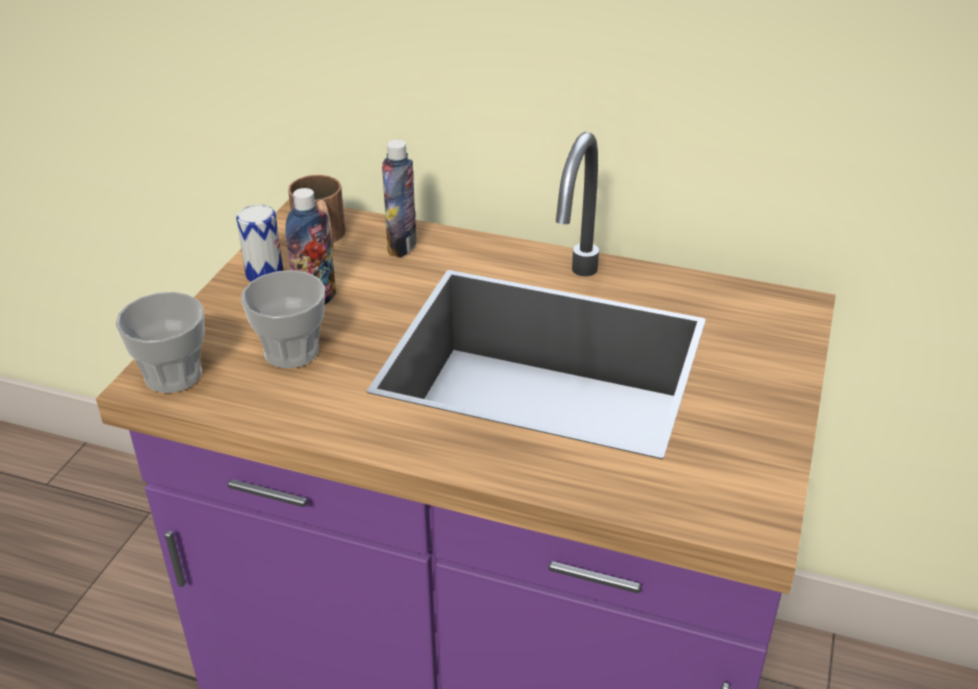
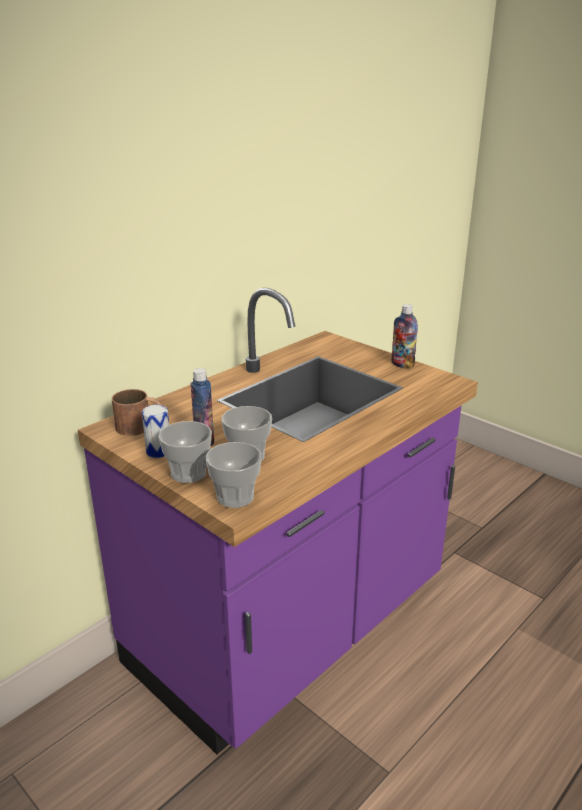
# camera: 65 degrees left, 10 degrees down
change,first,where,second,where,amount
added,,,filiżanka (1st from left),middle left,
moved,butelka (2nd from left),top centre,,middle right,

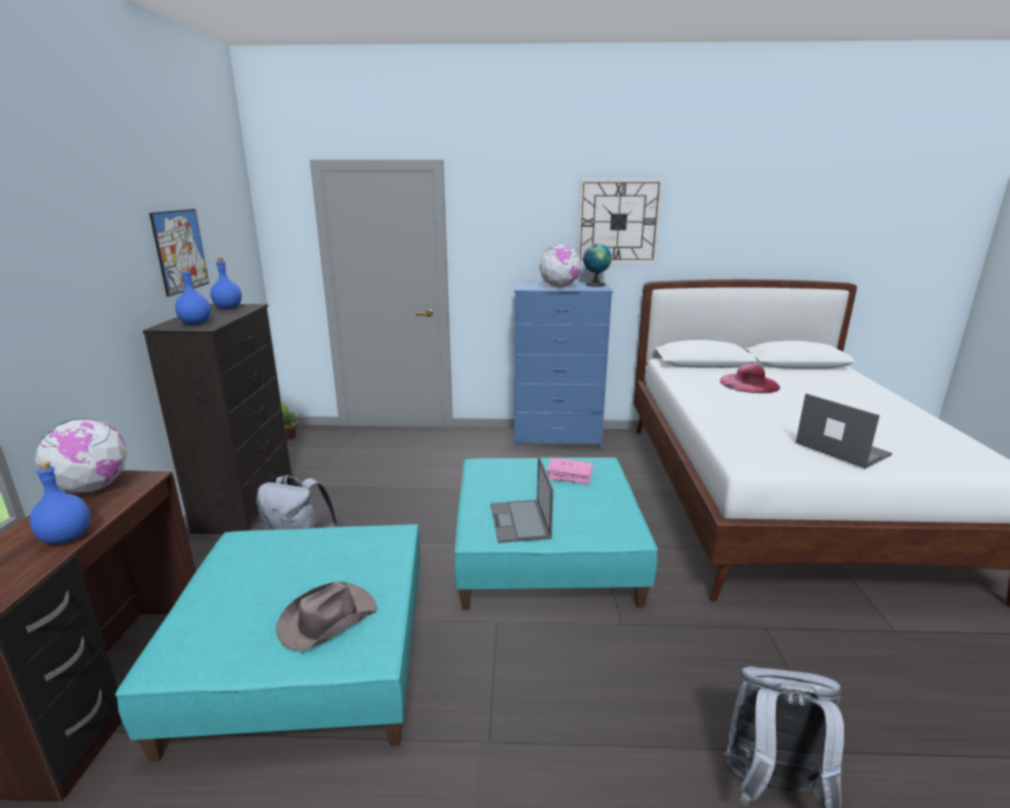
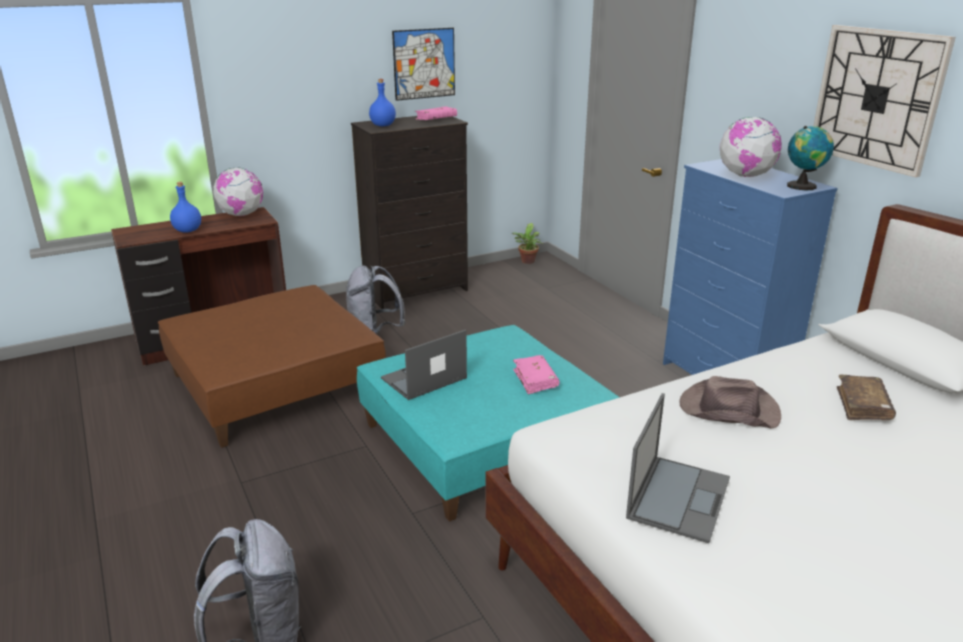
# camera: 60 degrees right, 5 degrees up
change,first,where,second,where,amount
moved,kapelusz (brązowy),bottom left,,middle right,
replaced,butelka (niebieski) (3rd from left),middle left,książka (różowy) (1st from left),top centre,
replaced,kapelusz (różowy),middle right,książka (brązowy),middle right,
recoloured,pufa (turkusowy) (1st from left),bottom left,pufa (brązowy),middle left,

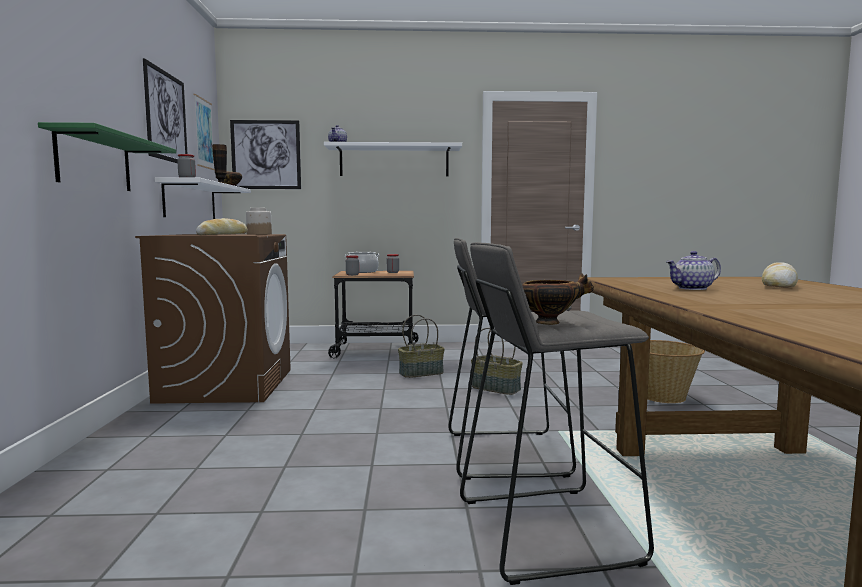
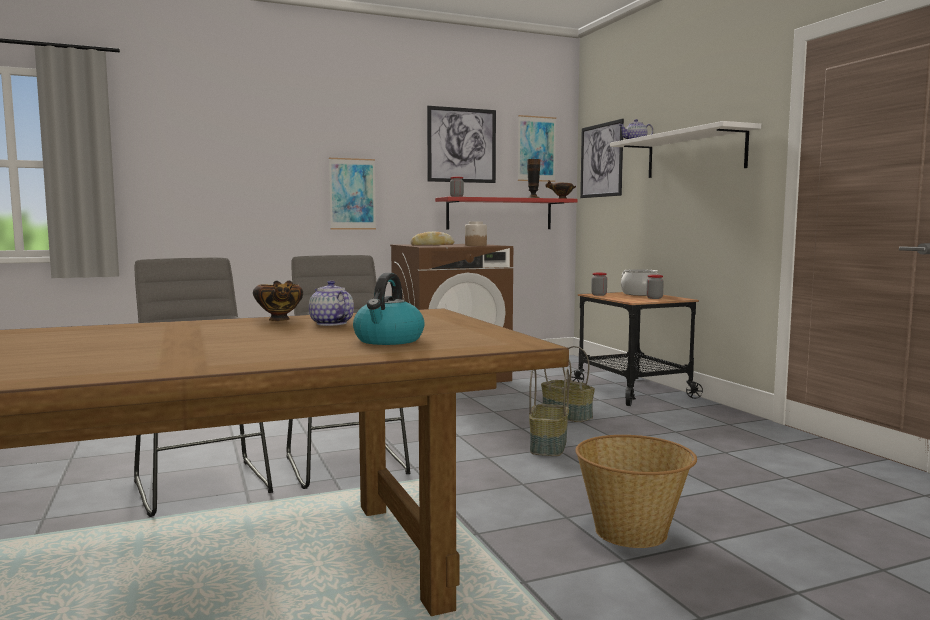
# camera: 70 degrees right, 0 degrees up
change,first,where,second,where,amount
moved,miska (2nd from left in the first image),centre,miska (1st from left),middle left,
replaced,półka (zielony),top left,obraz (1st from left),top centre,
replaced,chleb (2nd from left),middle right,czajnik,centre,
recoloured,półka (biały) (1st from left),middle left,półka (czerwony),centre,

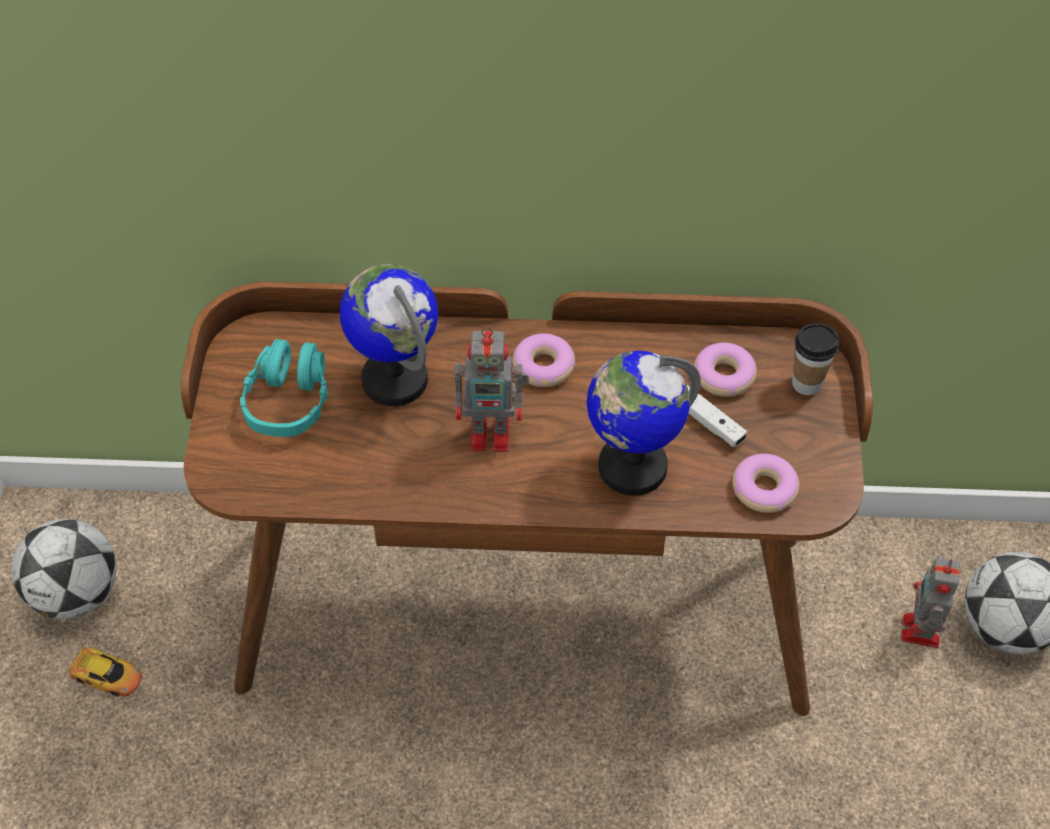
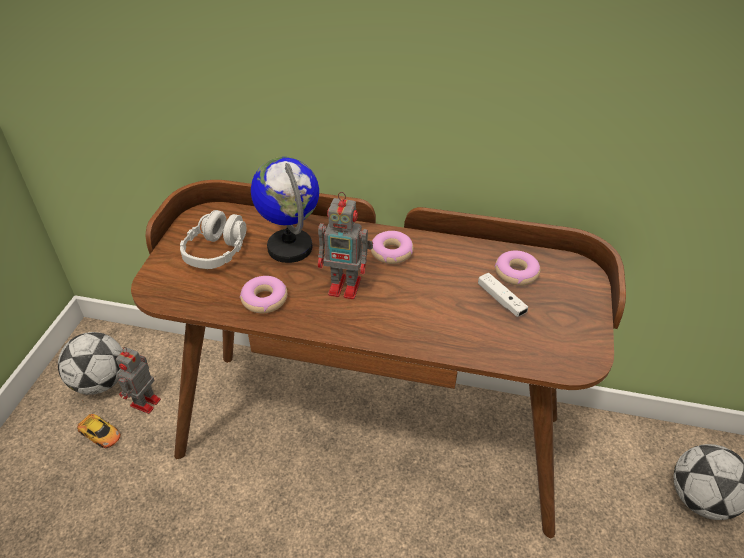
# camera: 10 degrees right, 10 degrees down
change,first,where,second,where,amount
removed,globus (2nd from left),centre,,,
removed,filiżanka,middle right,,,
moved,donut (3rd from left in the first image),middle right,donut (1st from left),centre,
moved,robot zabawkowy (2nd from left in the first image),bottom right,robot zabawkowy (1st from left),bottom left,
recoloured,słuchawki (turkusowy),middle left,słuchawki (szary),middle left,

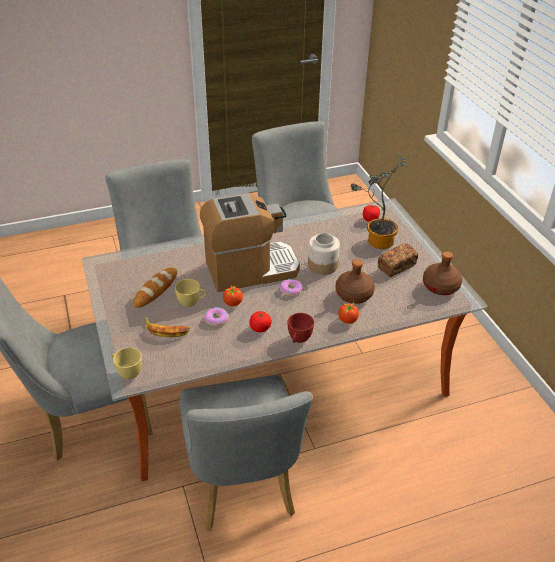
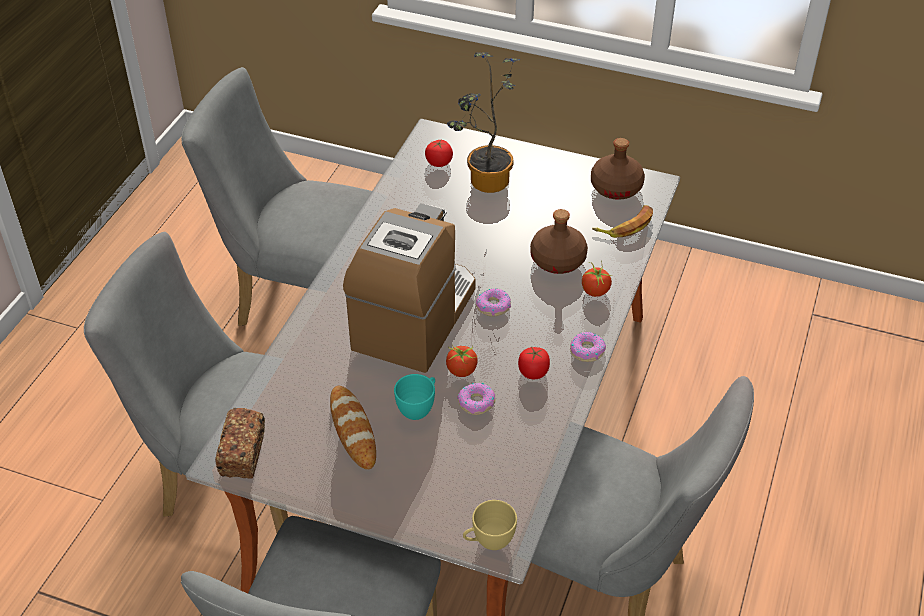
# camera: 50 degrees left, 5 degrees up
change,first,where,second,where,amount
removed,słoik,centre,,,
moved,banan,middle left,,middle right,
moved,chleb (2nd from left in the first image),middle right,chleb (1st from left),bottom left,
replaced,filiżanka (czerwony),centre,donut (3rd from left),centre,
recoloured,filiżanka (żółty) (2nd from left),centre,filiżanka (turkusowy),centre,

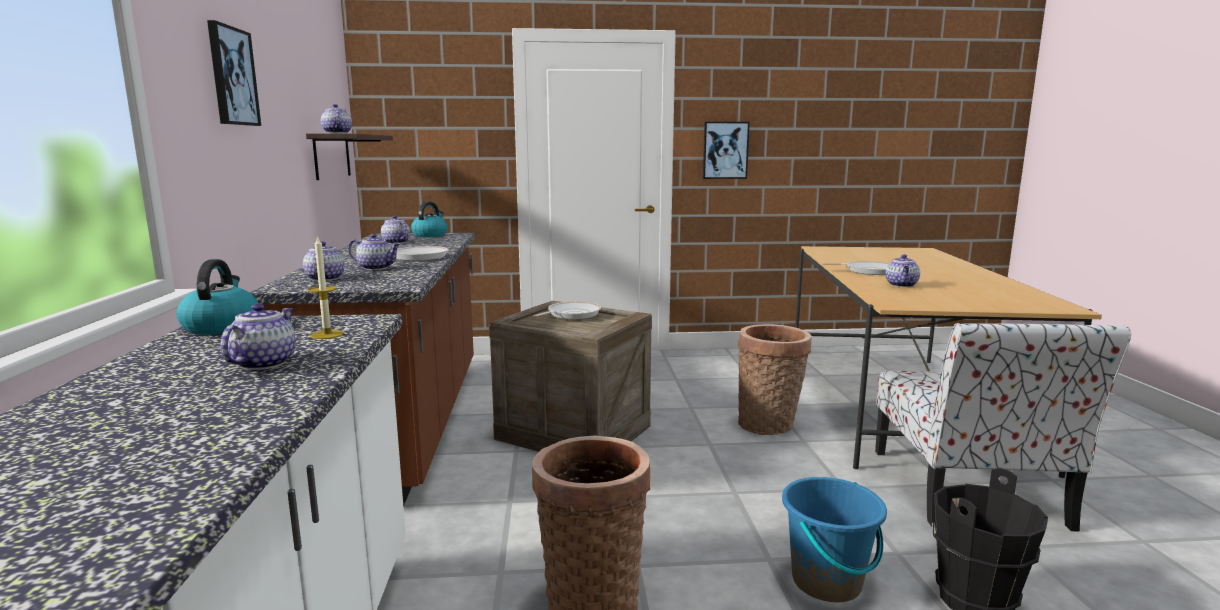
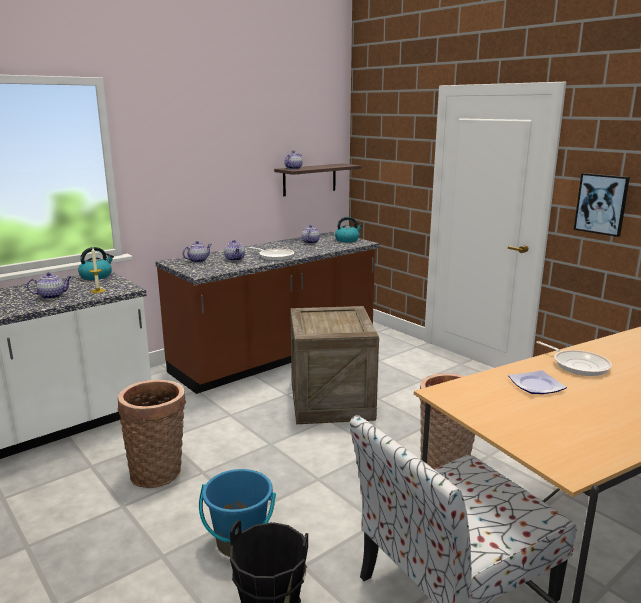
# camera: 55 degrees right, 5 degrees up
change,first,where,second,where,amount
removed,obraz (1st from left),top left,,,
removed,patelnia (2nd from left),centre,,,
replaced,imbryk (6th from left),middle right,talerz,middle right,

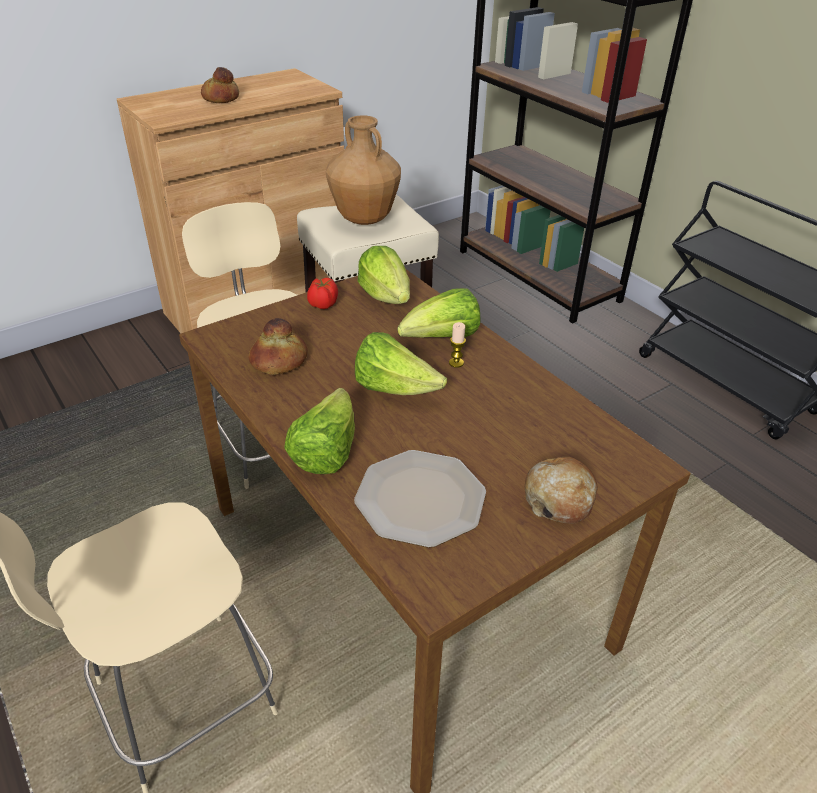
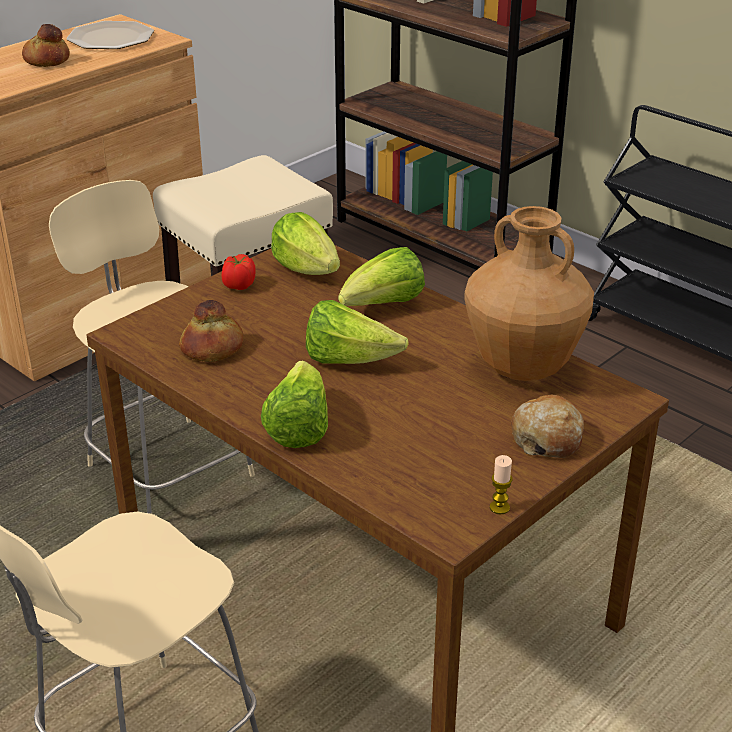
# camera: 10 degrees left, 5 degrees down
change,first,where,second,where,amount
moved,wazon (brązowy),top centre,,middle right,
moved,talerz,centre,,top left,
moved,świeca,centre,,middle right,

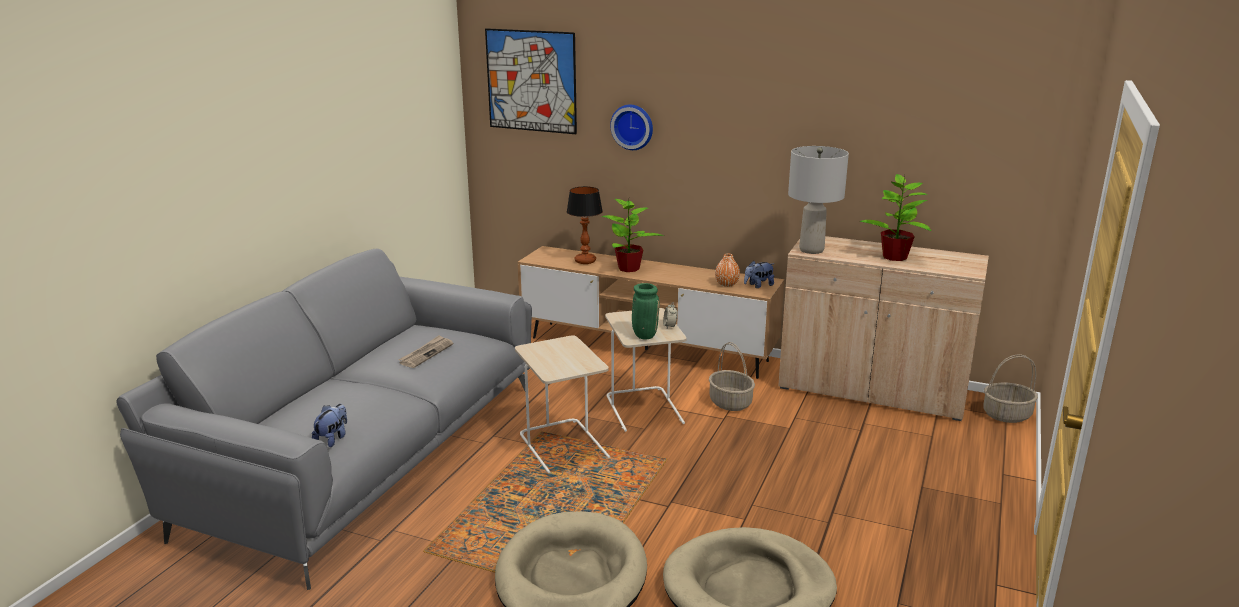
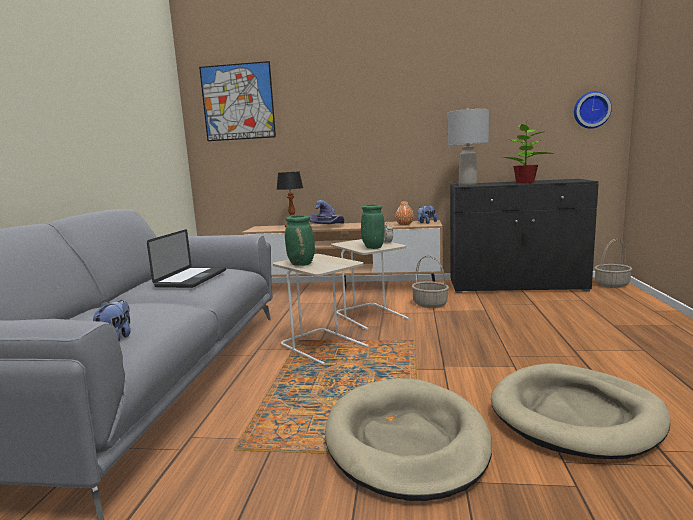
# camera: 15 degrees left, 10 degrees down
change,first,where,second,where,amount
added,,,wazon (zielony) (1st from left),centre,
moved,zegar ścienny,top centre,,top right,
replaced,gazeta,centre,laptop,middle left,
replaced,roślina doniczkowa (1st from left),centre,kapelusz (fioletowy),centre,
recoloured,szafka (beżowy),middle right,szafka (czarny),middle right,

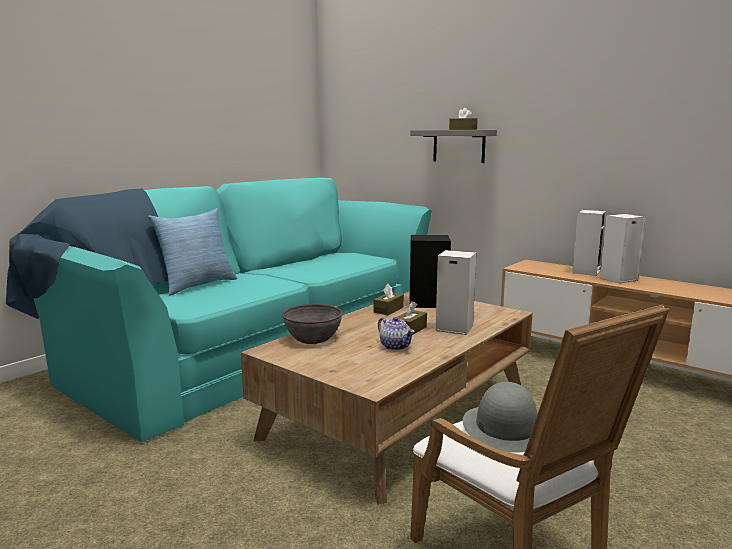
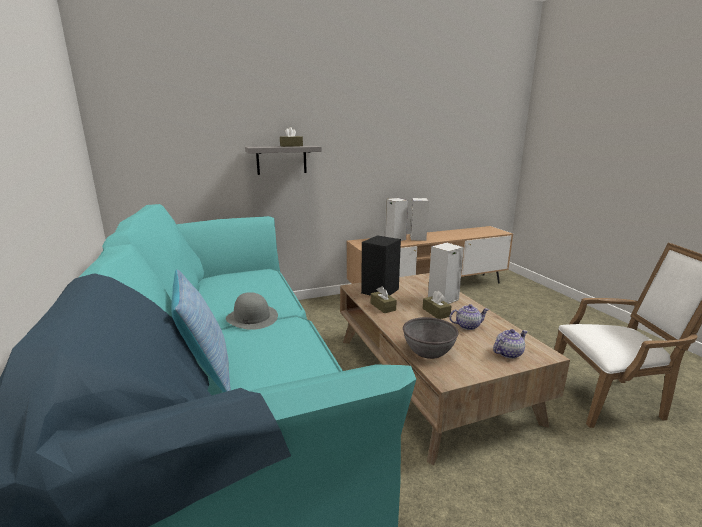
# camera: 60 degrees left, 5 degrees up
change,first,where,second,where,amount
added,,,imbryk (2nd from left),middle right,
moved,kapelusz (szary),bottom right,,centre,

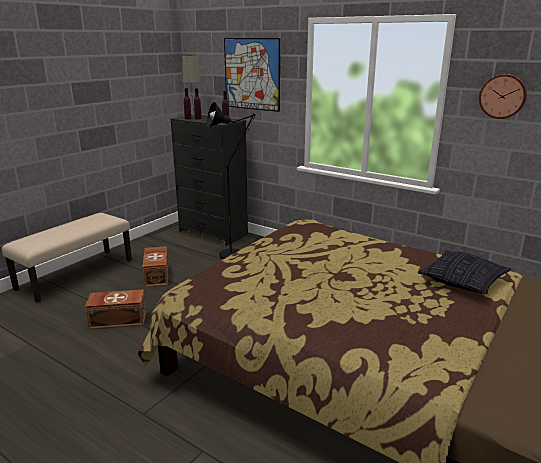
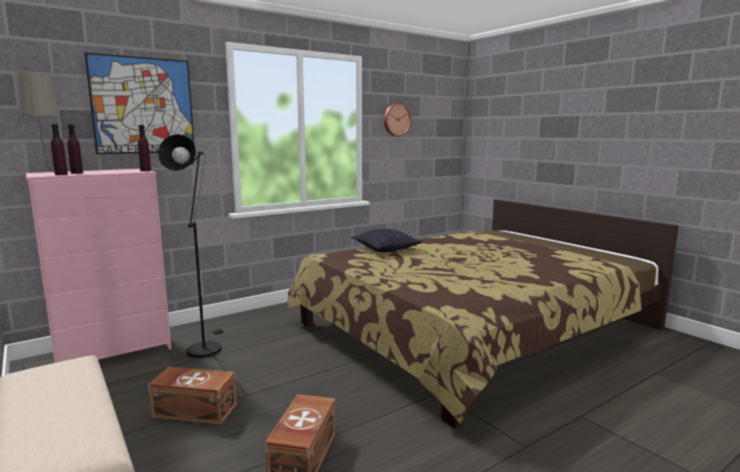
# camera: 70 degrees left, 10 degrees down
change,first,where,second,where,amount
moved,poduszka,middle right,,centre,
recoloured,komoda (czarny),centre,komoda (różowy),middle left,

